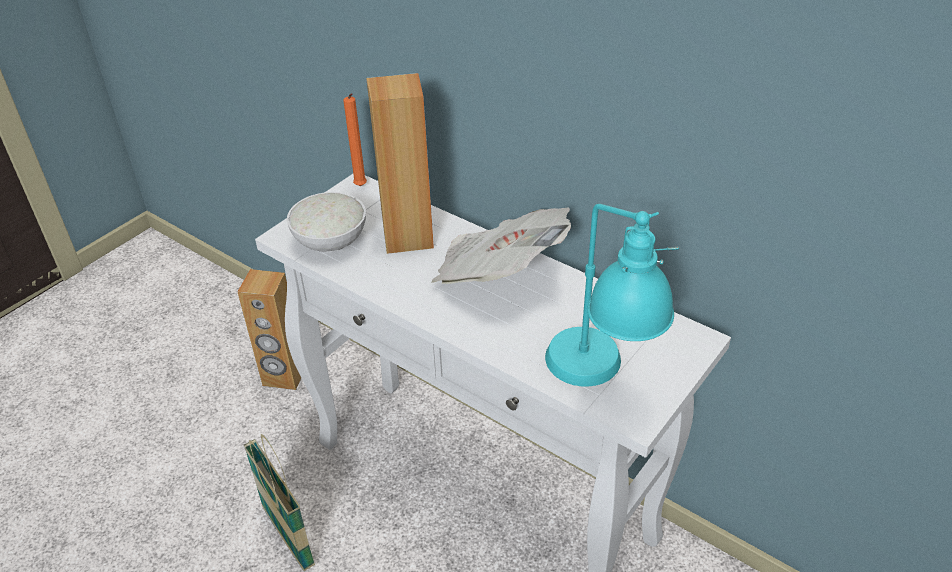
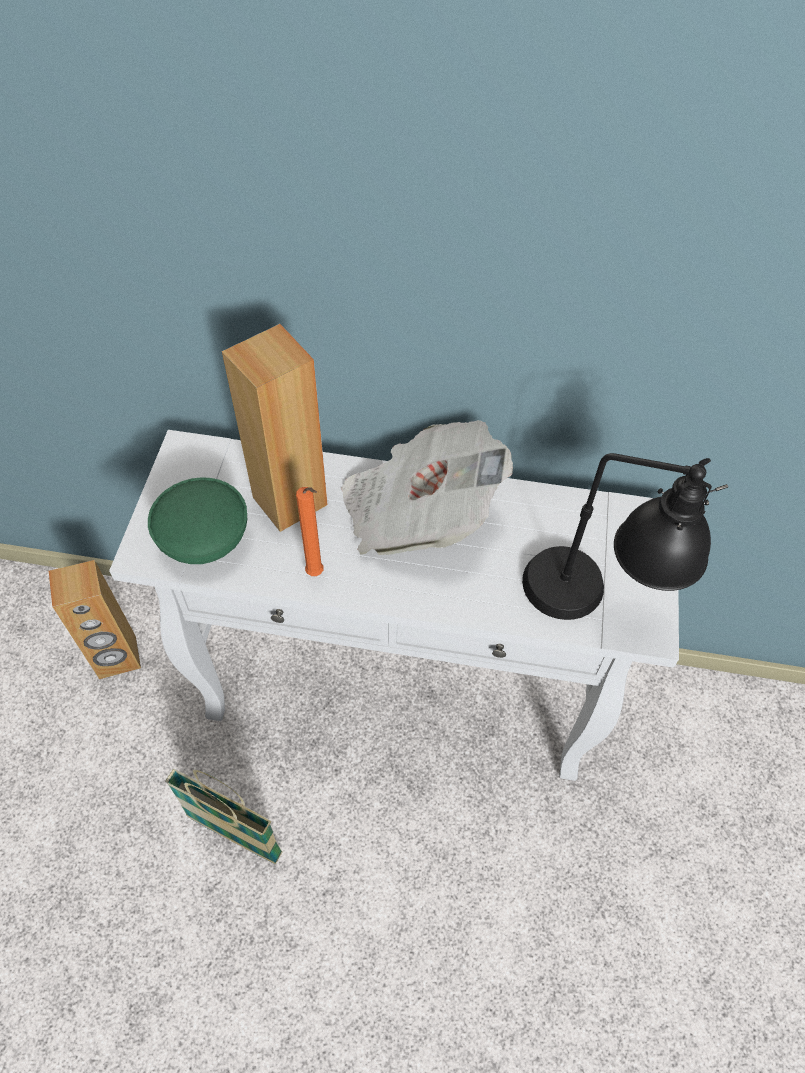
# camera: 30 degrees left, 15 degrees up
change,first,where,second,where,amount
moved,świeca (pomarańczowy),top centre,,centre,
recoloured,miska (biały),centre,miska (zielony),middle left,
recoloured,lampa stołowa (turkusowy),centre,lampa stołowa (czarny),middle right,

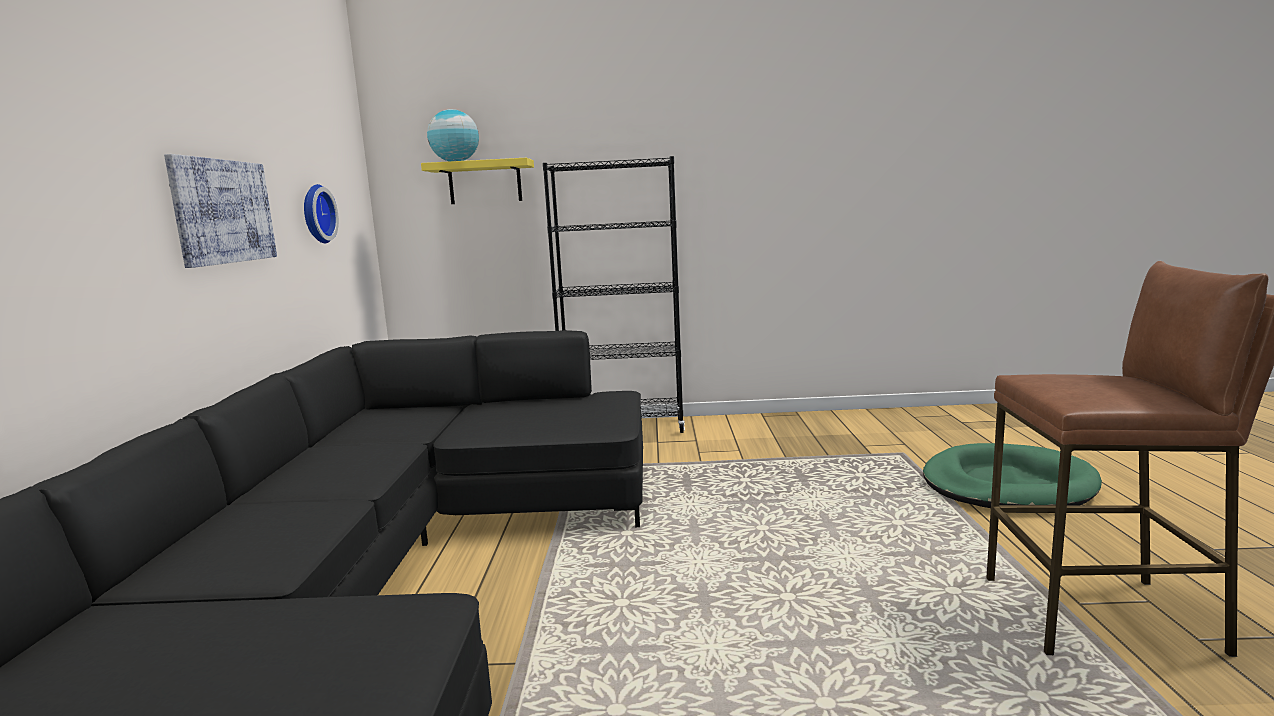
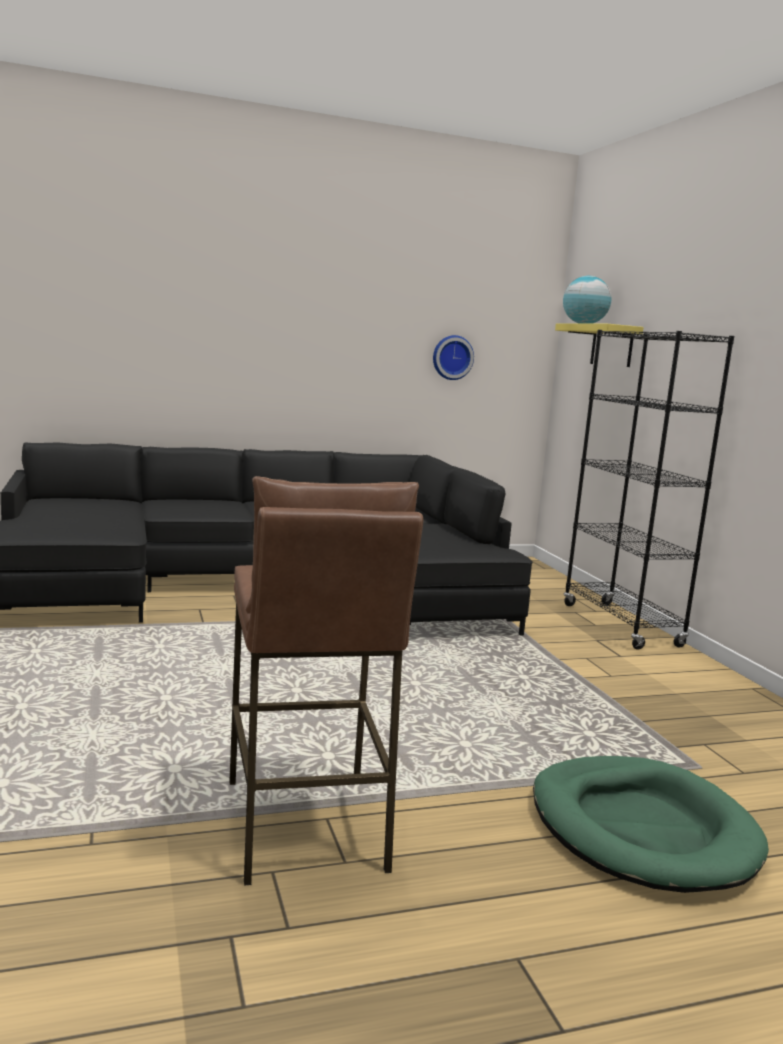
# camera: 70 degrees right, 0 degrees up
change,first,where,second,where,amount
removed,obraz,top left,,,

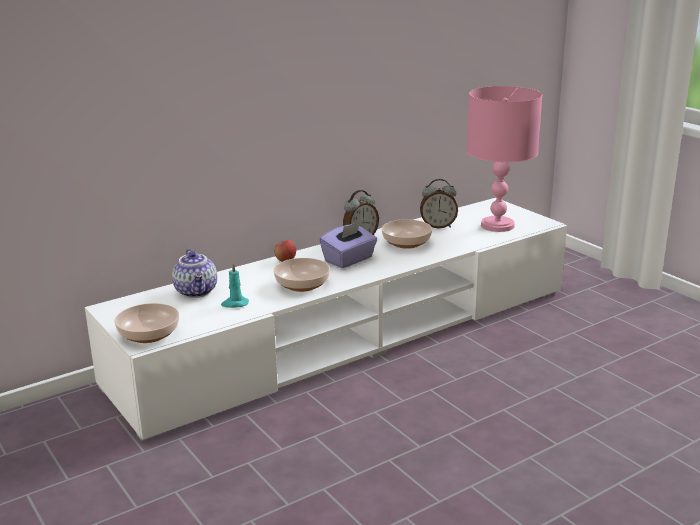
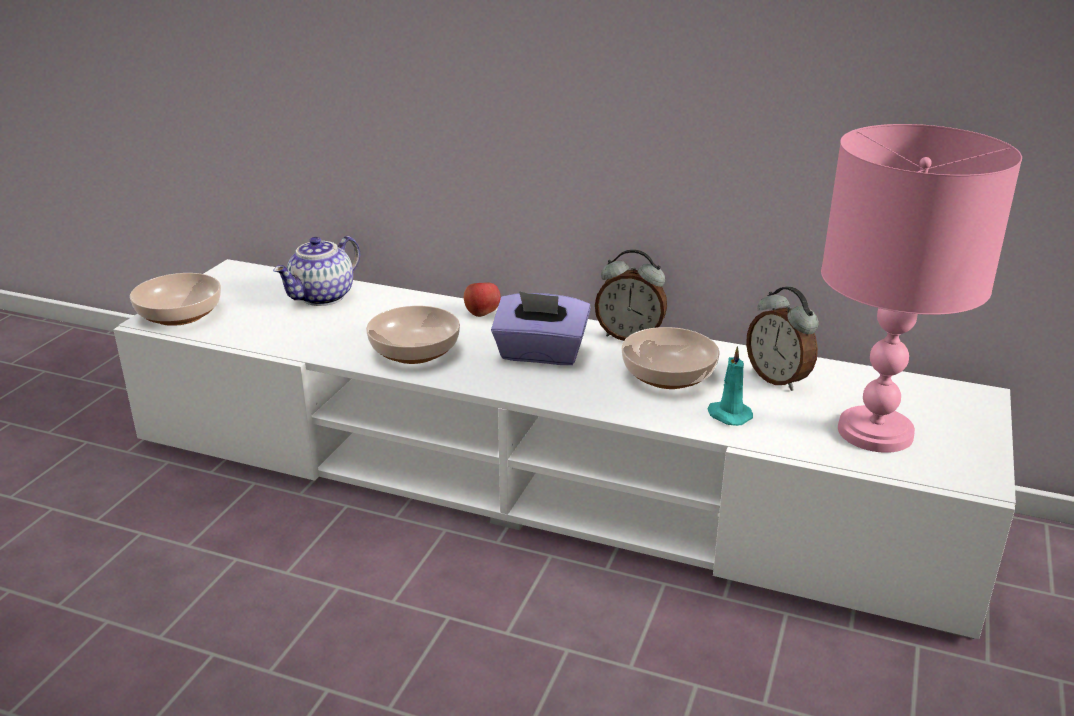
# camera: 55 degrees right, 5 degrees up
change,first,where,second,where,amount
moved,świeca (turkusowy),centre,,middle right,

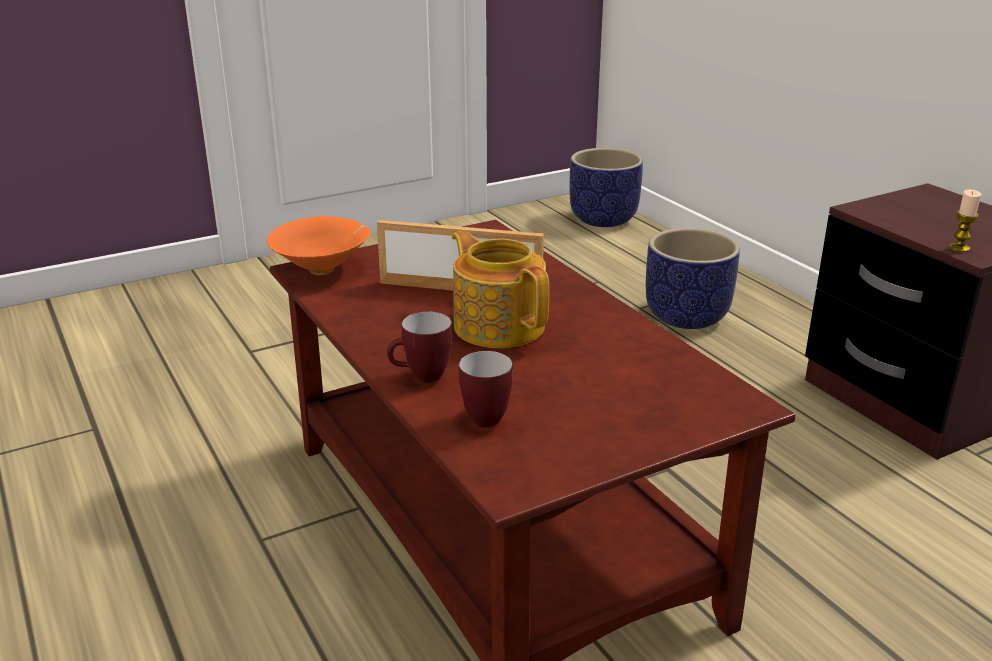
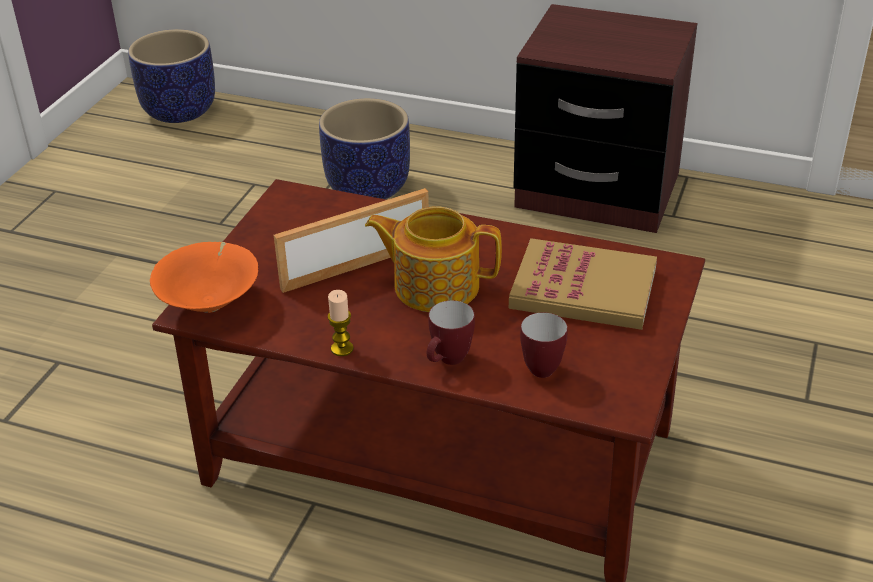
# camera: 40 degrees left, 10 degrees up
change,first,where,second,where,amount
added,,,książka,middle right,
moved,świeca,top right,,centre,

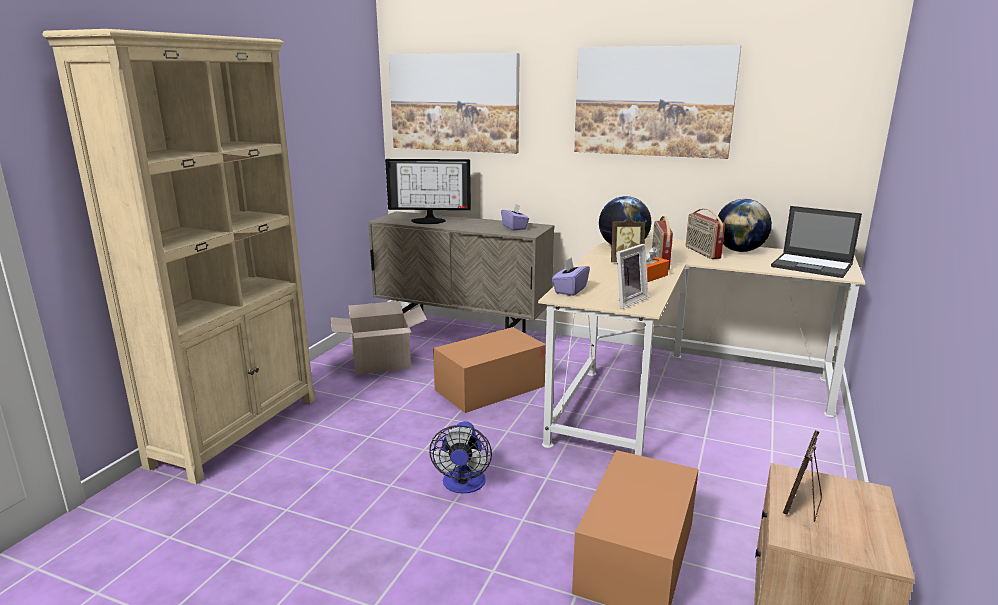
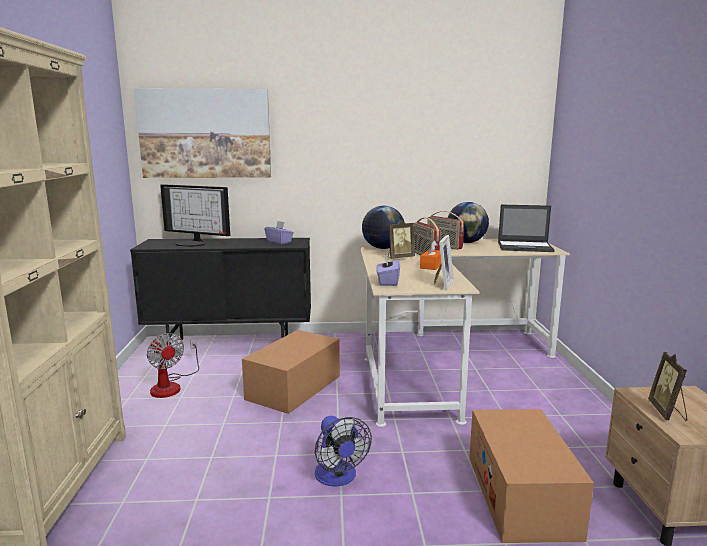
# camera: 25 degrees left, 5 degrees down
change,first,where,second,where,amount
removed,obraz (2nd from left),top centre,,,
replaced,karton (1st from left),centre,wentylator (1st from left),bottom left,
recoloured,szafka (beżowy),centre,szafka (czarny),middle left,
turned,monitor,top centre,,middle left,45 degrees clockwise

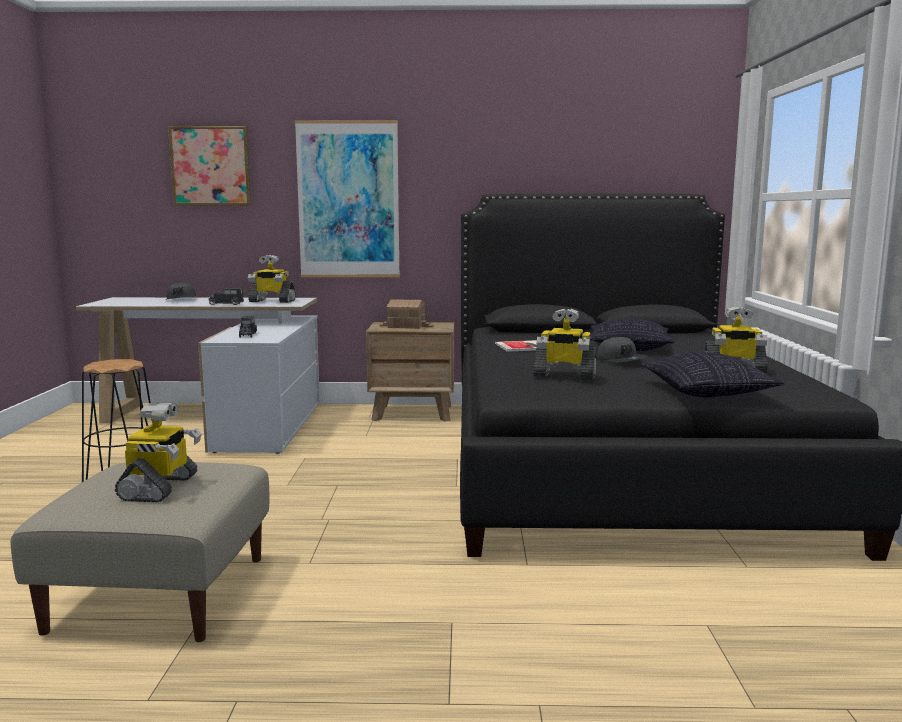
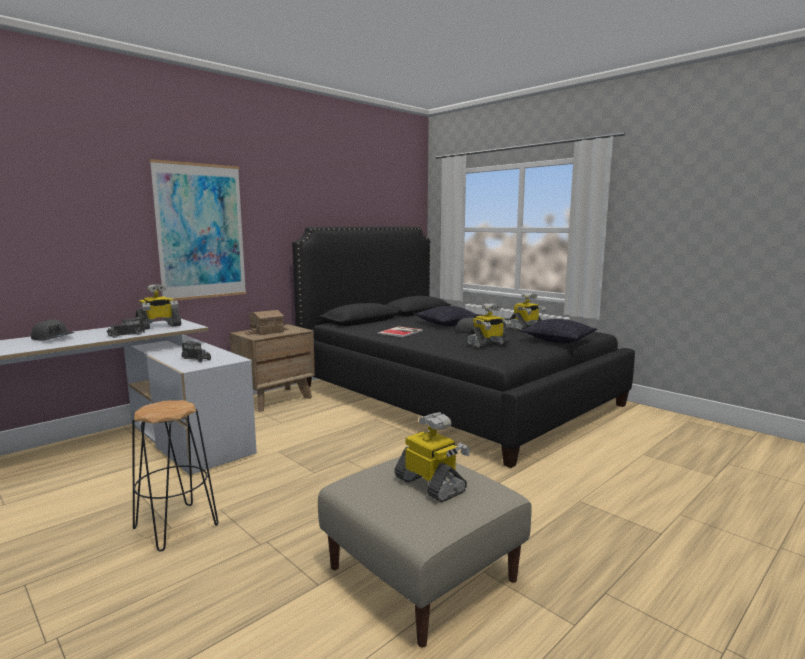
# camera: 45 degrees left, 0 degrees up
change,first,where,second,where,amount
removed,obraz (1st from left),top left,,,

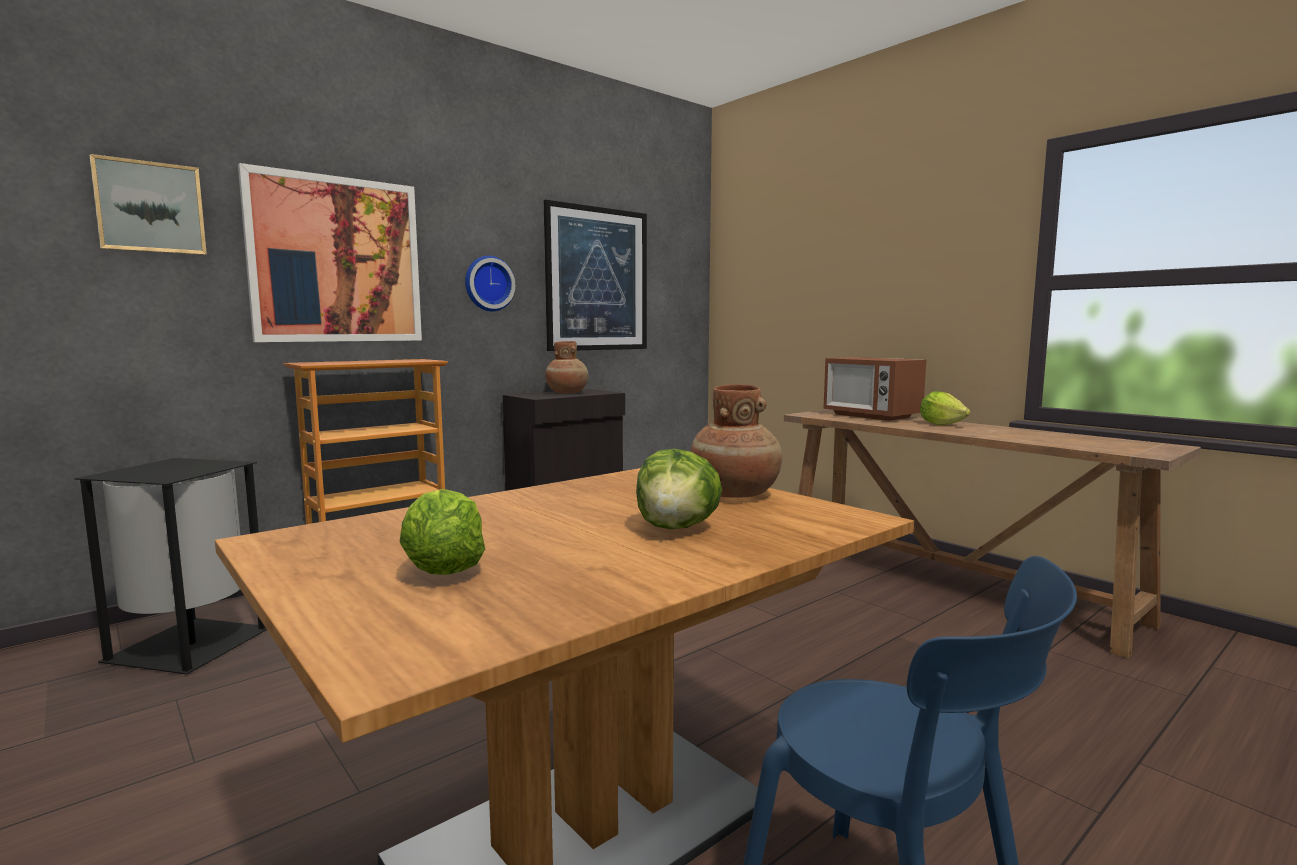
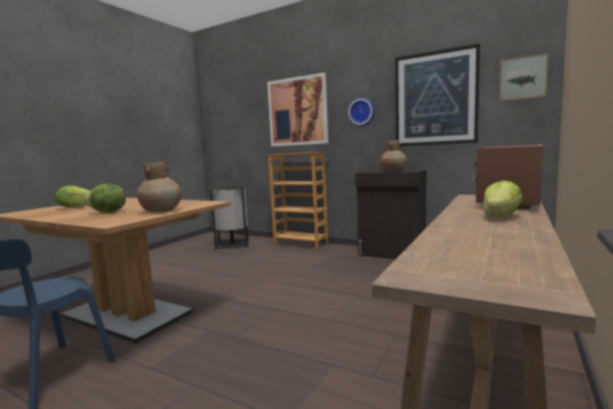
# camera: 70 degrees right, 0 degrees up
change,first,where,second,where,amount
moved,obraz (1st from left in the first image),top left,obraz (3rd from left),top right,

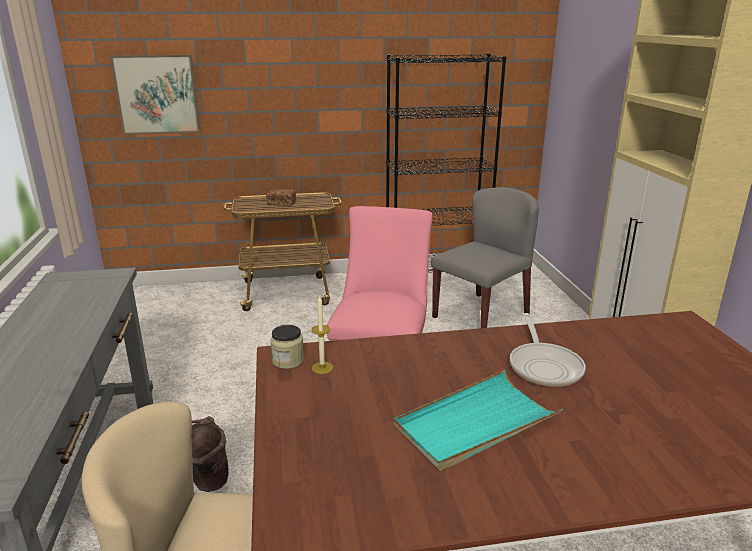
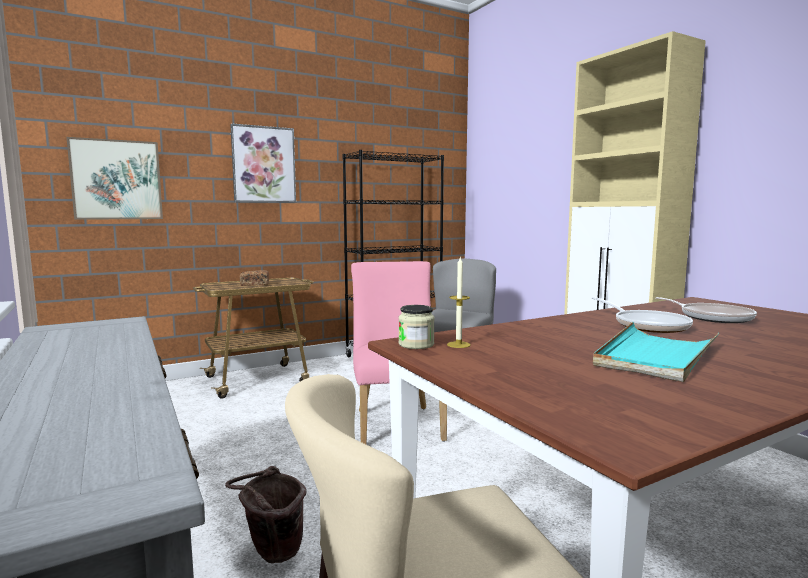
# camera: 20 degrees left, 15 degrees down
change,first,where,second,where,amount
added,,,obraz (2nd from left),top left,
added,,,patelnia (2nd from left),middle right,

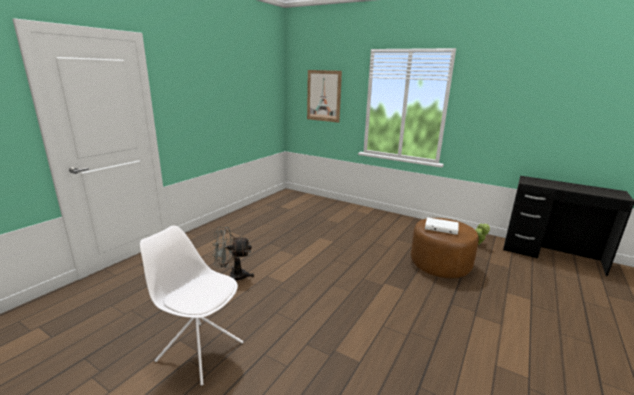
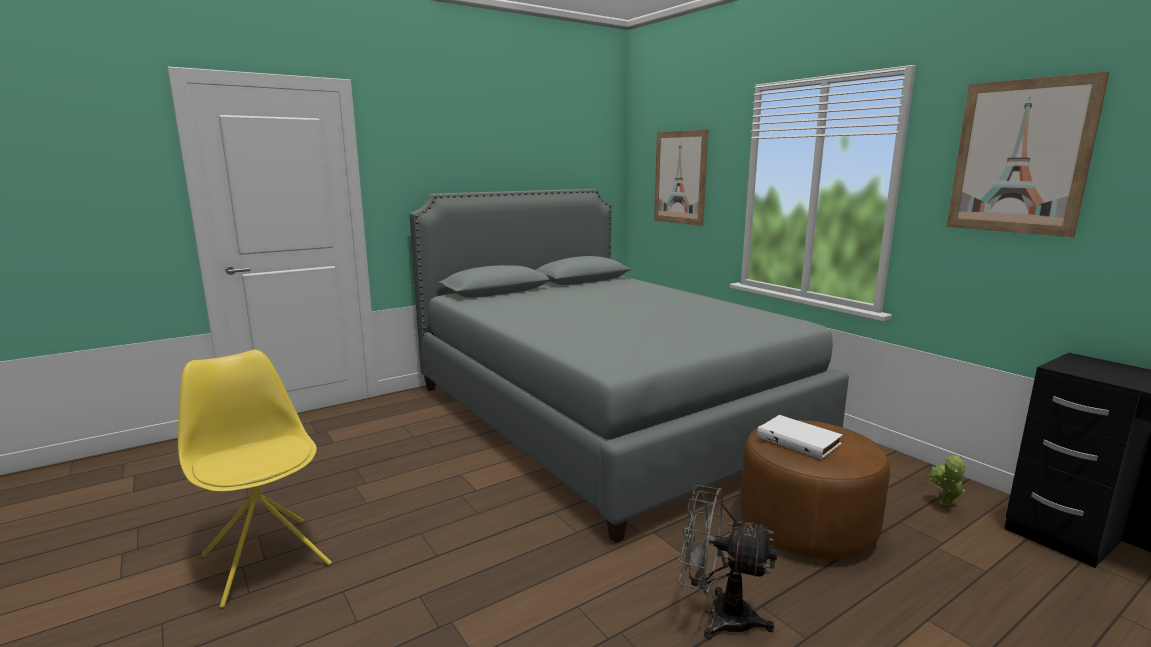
# camera: 25 degrees right, 5 degrees down
change,first,where,second,where,amount
added,,,łóżko (szary),centre,
added,,,obraz (2nd from left),top right,
moved,wentylator (szary),centre,,bottom centre,
recoloured,krzesło (biały),bottom left,krzesło (żółty),bottom left,

